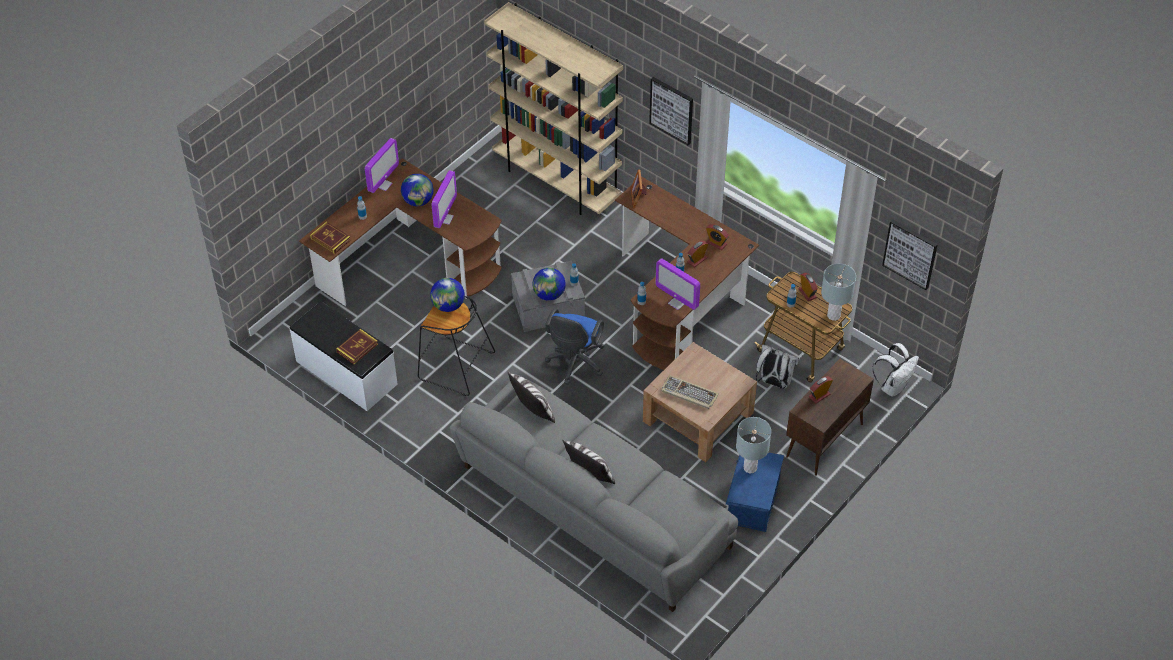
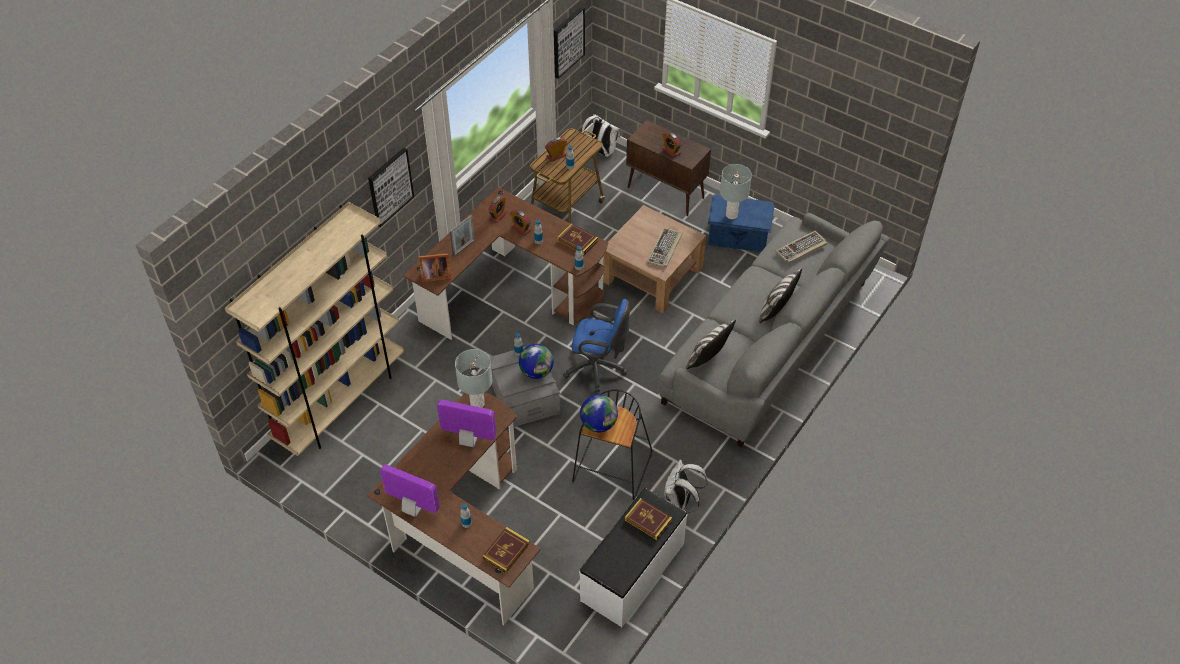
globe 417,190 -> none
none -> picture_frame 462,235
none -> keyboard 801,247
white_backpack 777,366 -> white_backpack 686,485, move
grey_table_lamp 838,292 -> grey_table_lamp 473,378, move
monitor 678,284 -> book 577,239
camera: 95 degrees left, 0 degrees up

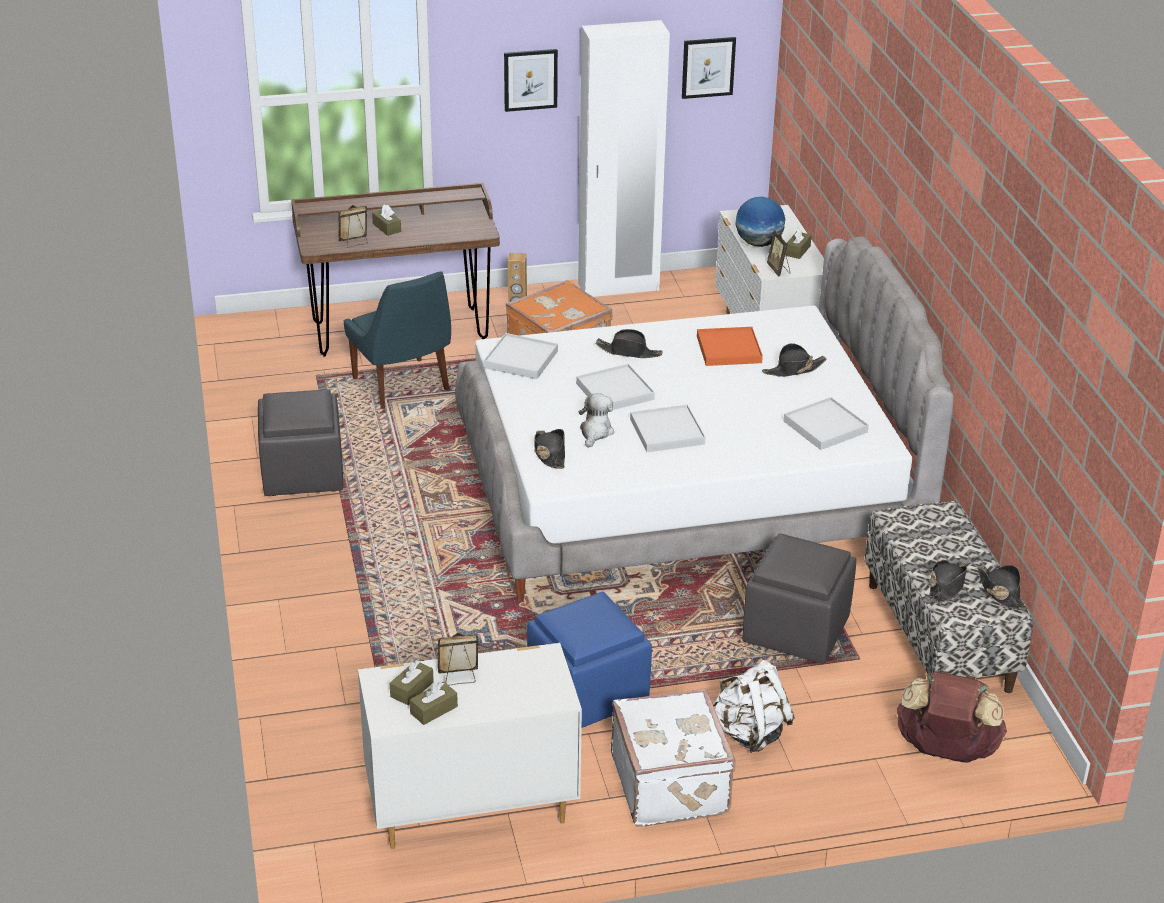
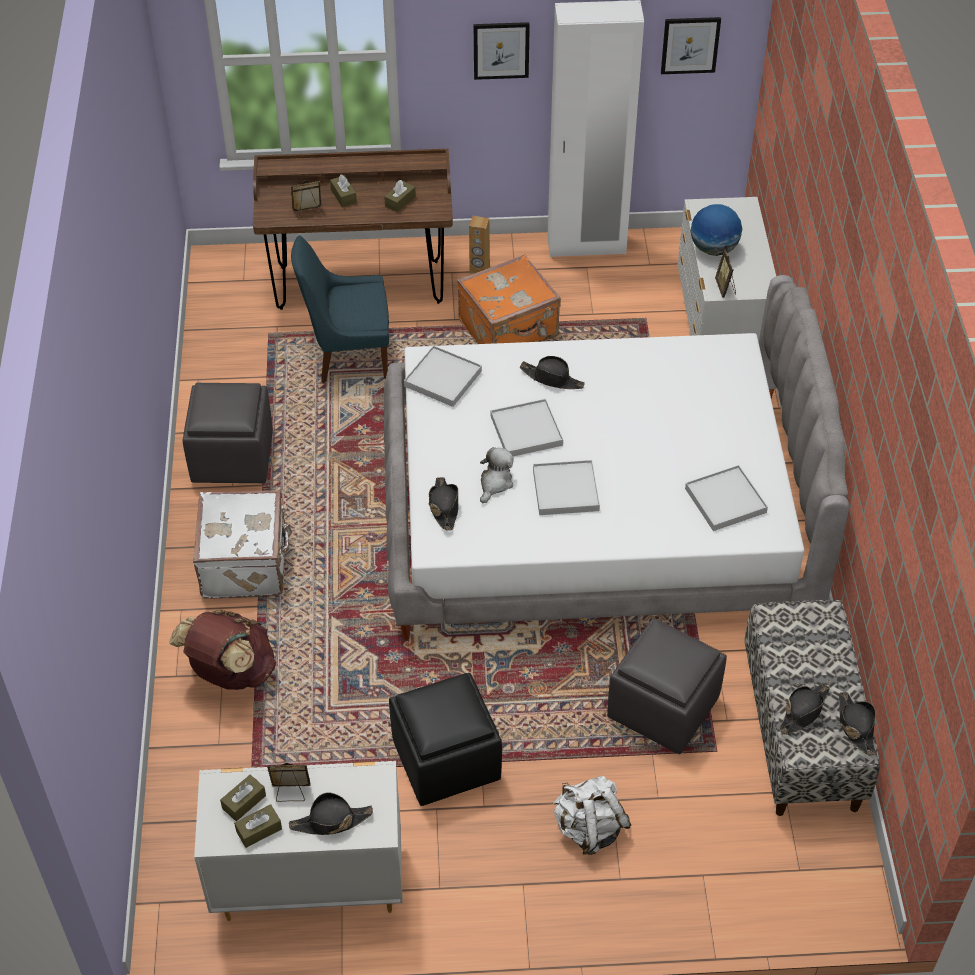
orange_tray 730,346 -> none
white_suitcase 673,758 -> white_suitcase 242,544, move
black_hat 794,360 -> black_hat 331,813, move
brown_tissue_box 798,243 -> brown_tissue_box 400,196, move
brown_backpack 951,716 -> brown_backpack 223,649, move
blue_ottoman 589,659 -> black_ottoman 445,739
blue_chair 397,340 -> blue_chair 340,309, 105 degrees clockwise
camera: 10 degrees right, 15 degrees up

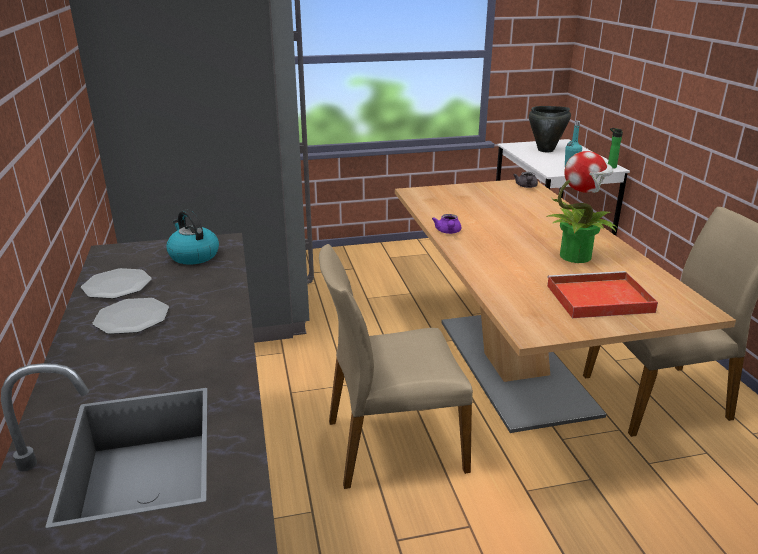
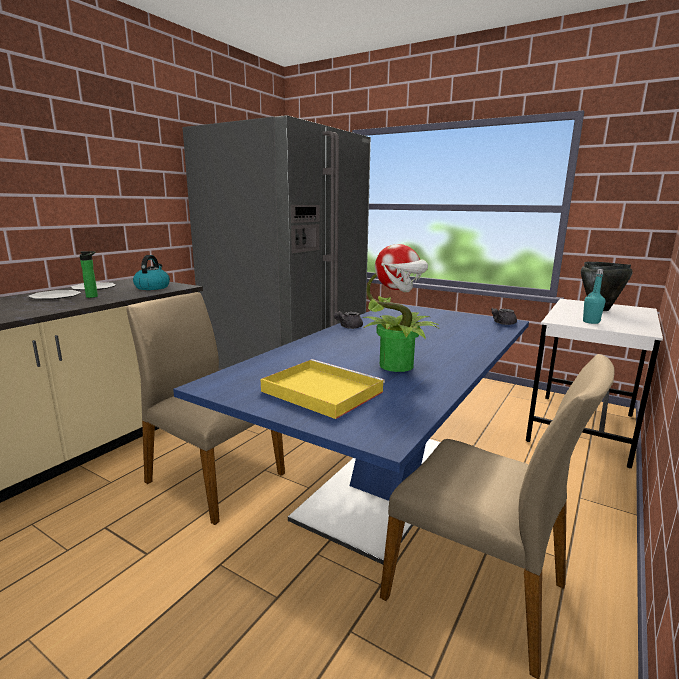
bottle 615,148 -> bottle 89,274, move
beige_dining_table 565,306 -> blue_dining_table 351,434
purple_teapot 446,224 -> grey_teapot 348,320
red_tray 602,294 -> yellow_tray 323,389
camera: 45 degrees right, 10 degrees down

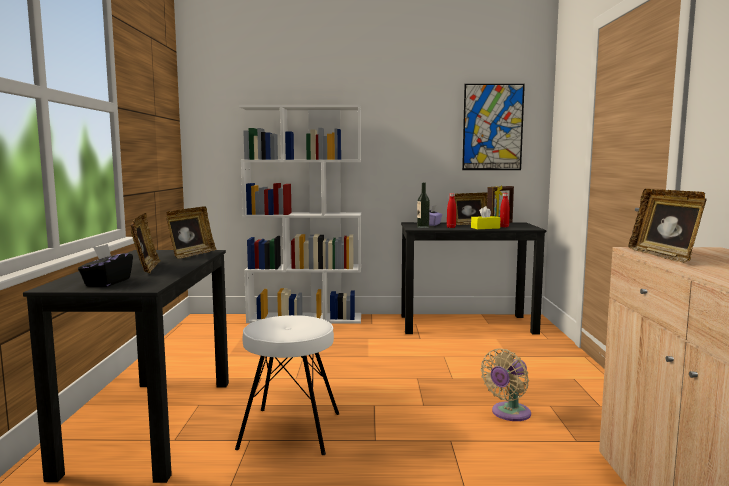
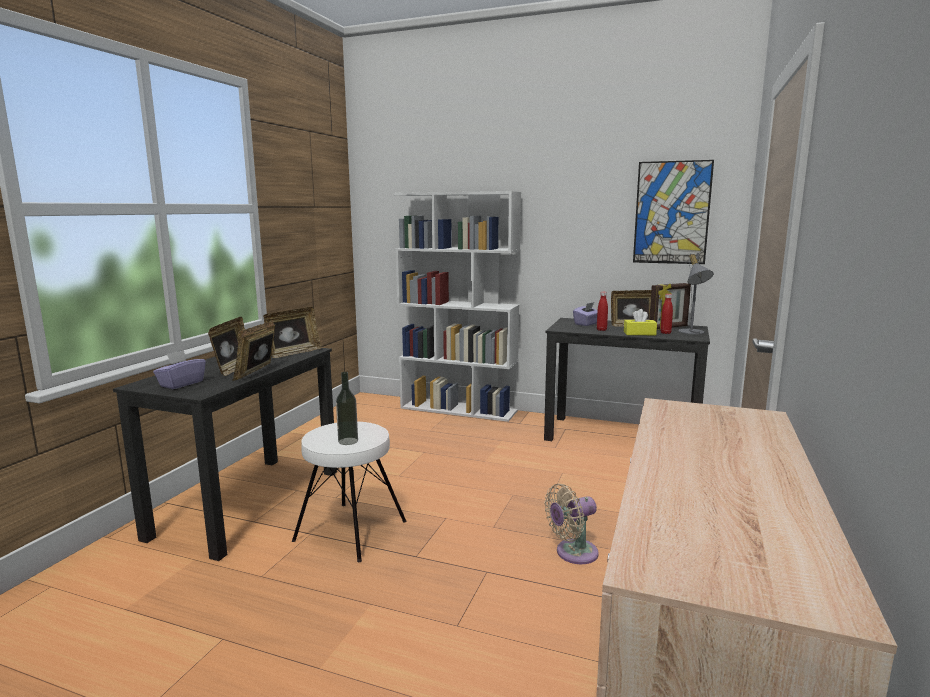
none -> grey_table_lamp 696,293
bottle 423,205 -> bottle 347,408, move
picture_frame 667,226 -> picture_frame 254,350, move
black_tissue_box 105,265 -> purple_tissue_box 179,369
camera: 20 degrees right, 5 degrees up

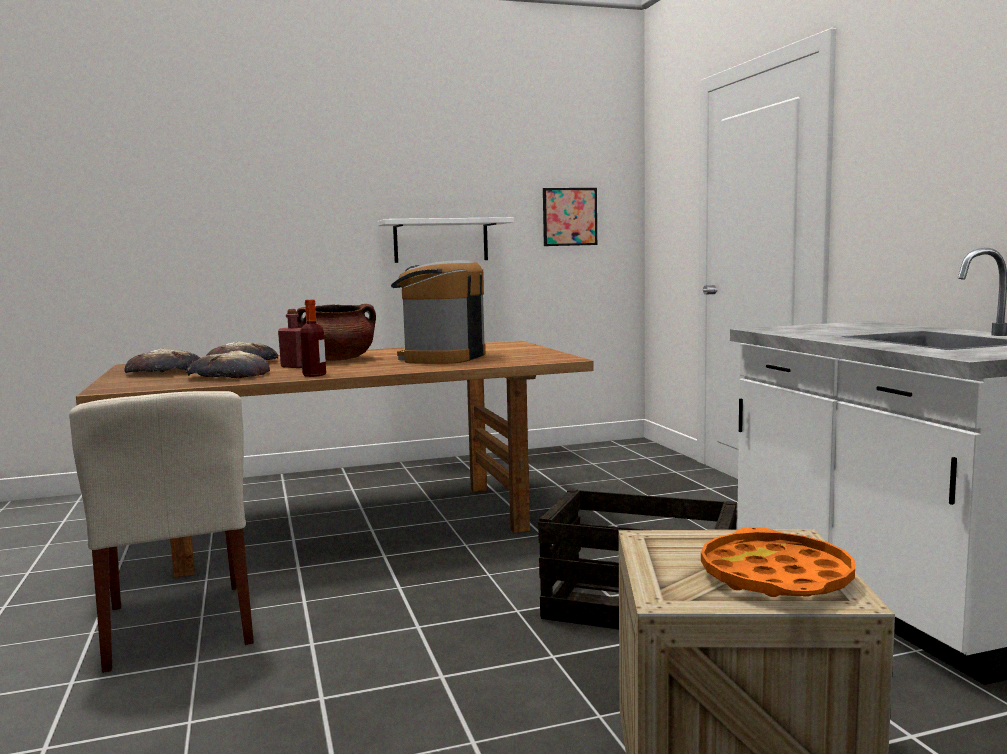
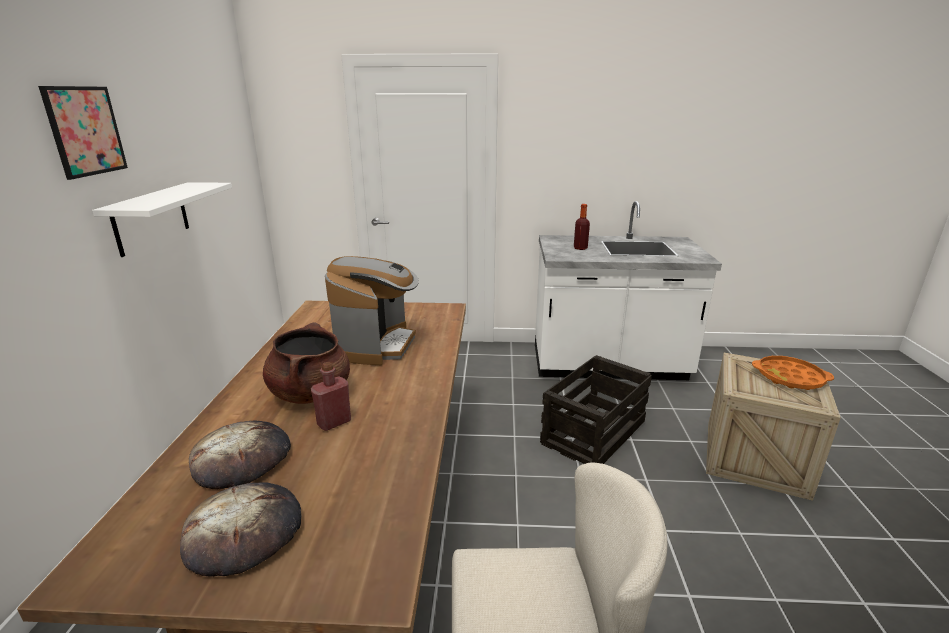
bread 228,364 -> none
bottle 313,338 -> bottle 582,227, move
picture 570,217 -> picture 83,133, move
coffee_machine 438,312 -> coffee_machine 372,310, 120 degrees counterclockwise
camera: 70 degrees left, 15 degrees up

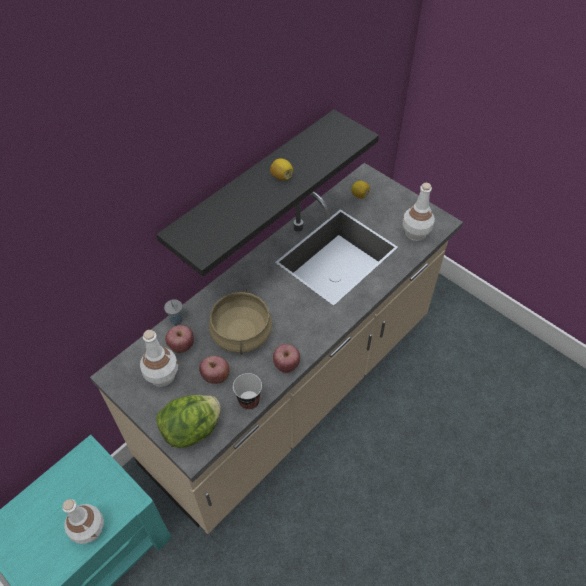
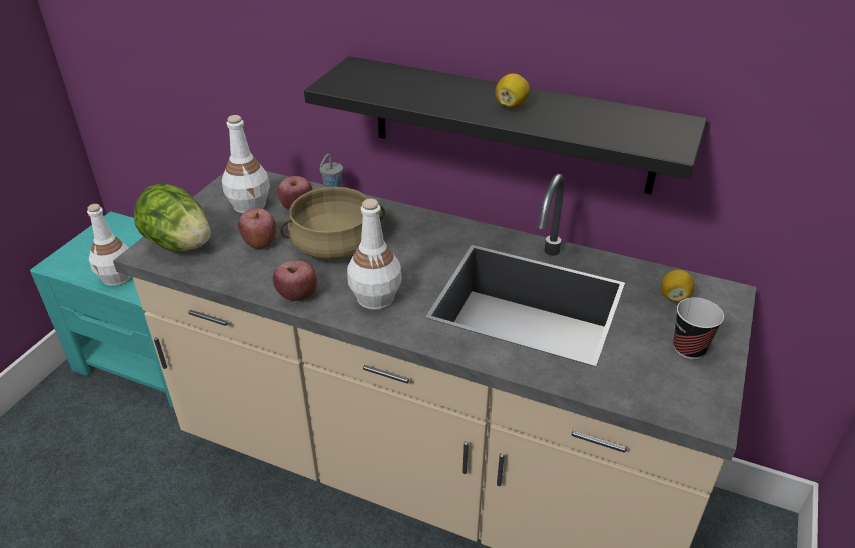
cup 247,391 -> cup 698,328, move
white_bottle 418,212 -> white_bottle 374,254, move
camera: 70 degrees right, 15 degrees down

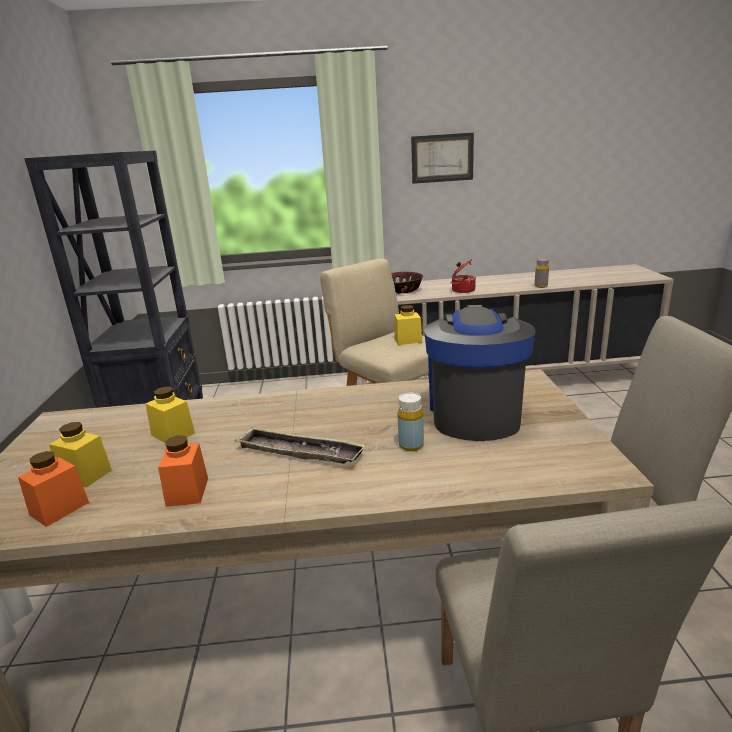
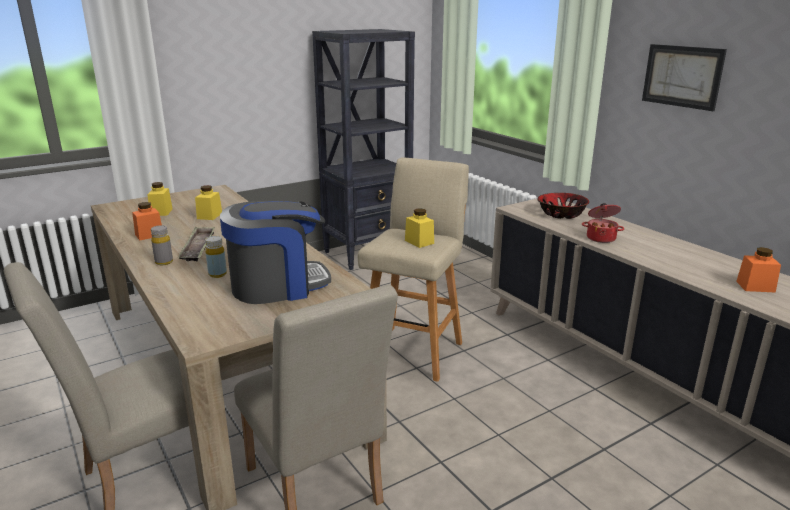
orange_jar 53,489 -> orange_jar 758,270, move
grey_bottle 542,273 -> grey_bottle 162,245, move
camera: 60 degrees right, 0 degrees up

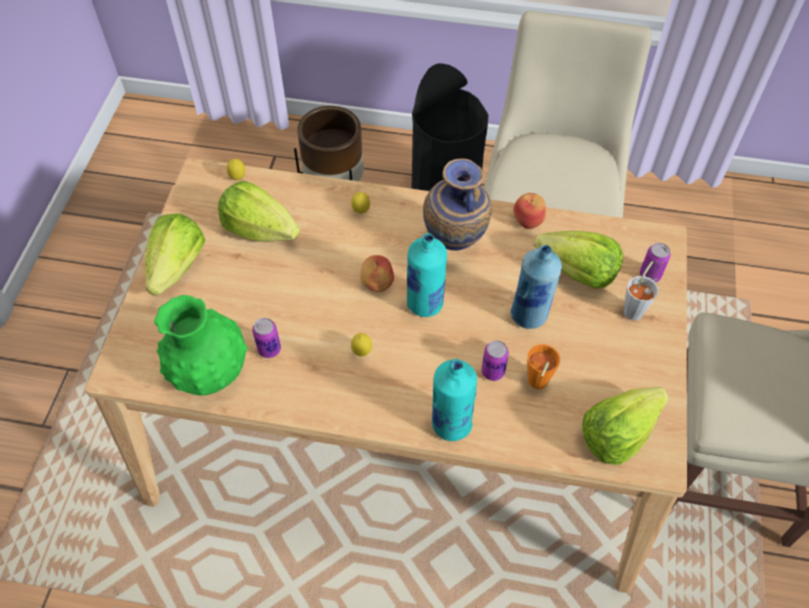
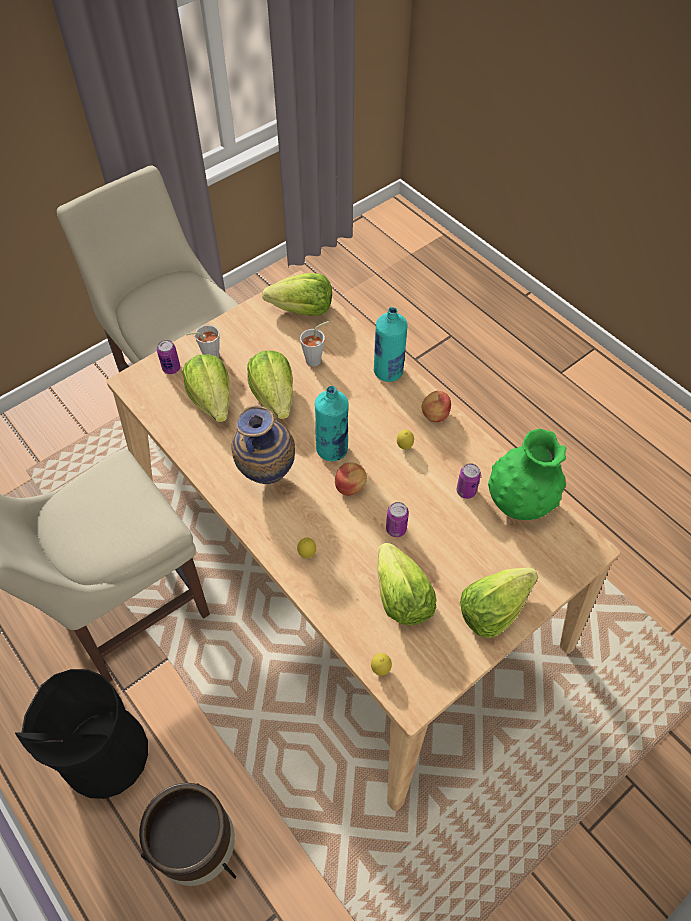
can 495,360 -> can 397,519, move
apple 529,211 -> apple 436,406, move
blue_bottle 536,287 -> lettuce 270,385
orange_cup 543,366 -> grey_cup 314,344
camera: 140 degrees left, 0 degrees up

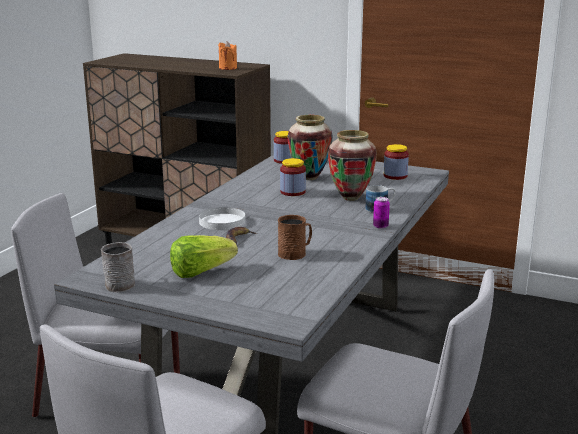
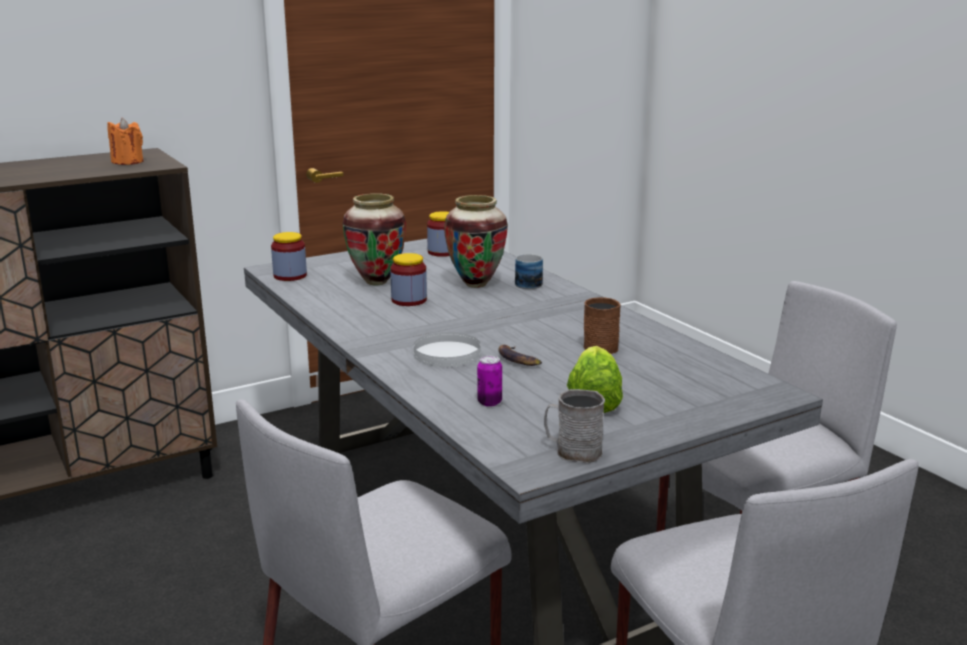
can 381,213 -> can 489,381, move
camera: 55 degrees left, 0 degrees up

